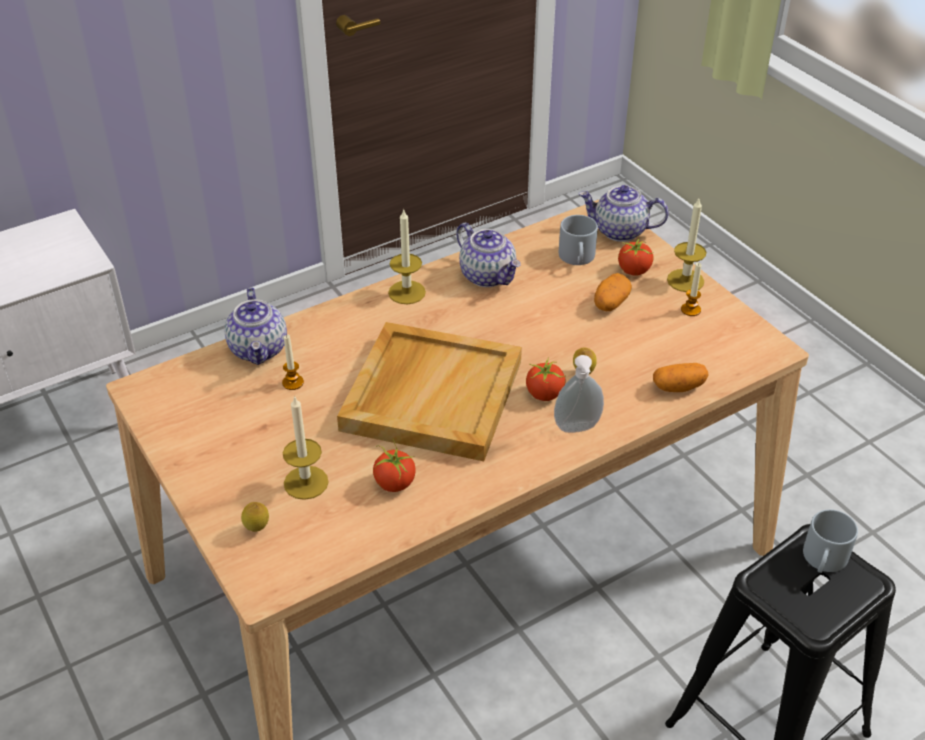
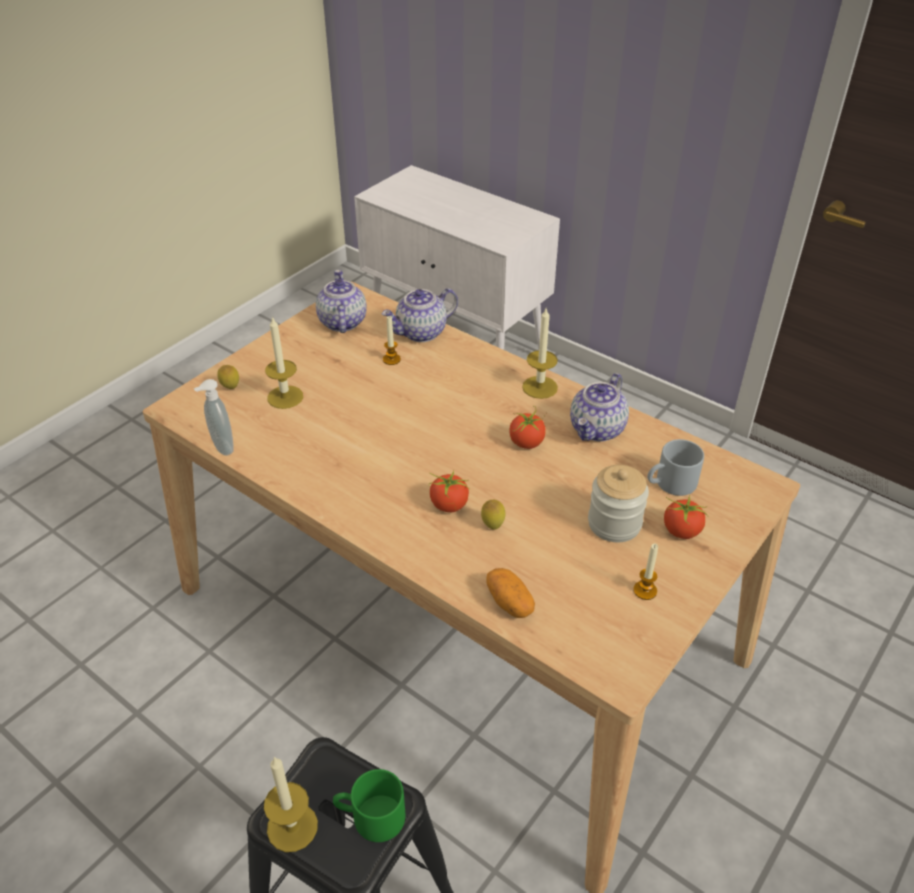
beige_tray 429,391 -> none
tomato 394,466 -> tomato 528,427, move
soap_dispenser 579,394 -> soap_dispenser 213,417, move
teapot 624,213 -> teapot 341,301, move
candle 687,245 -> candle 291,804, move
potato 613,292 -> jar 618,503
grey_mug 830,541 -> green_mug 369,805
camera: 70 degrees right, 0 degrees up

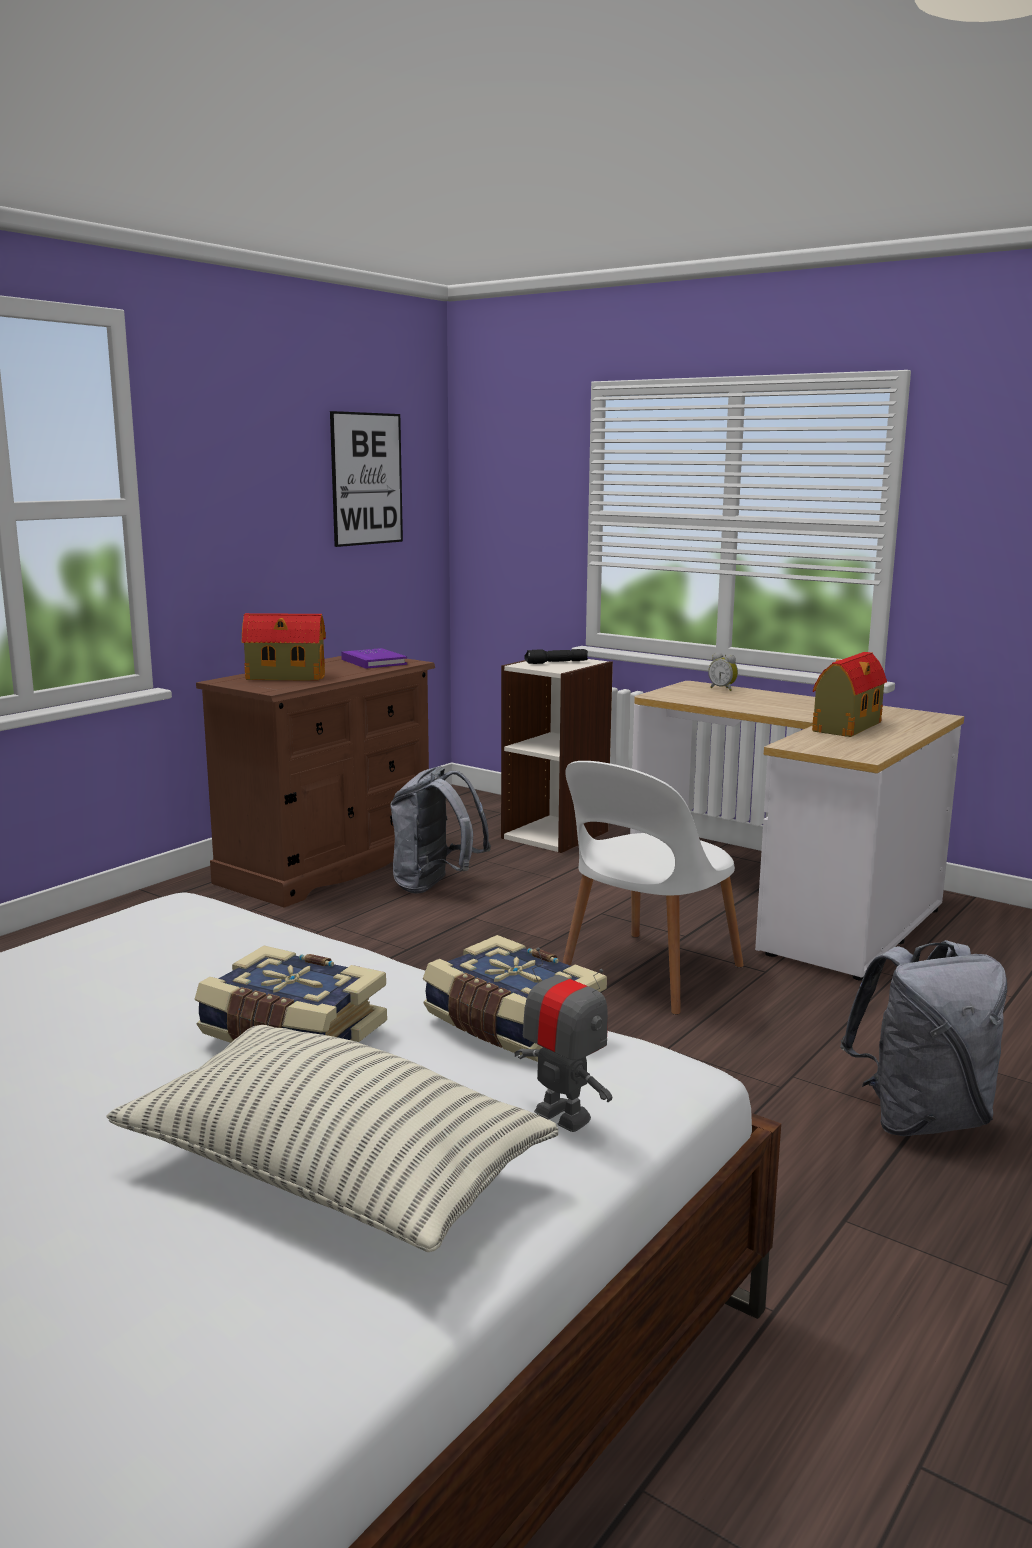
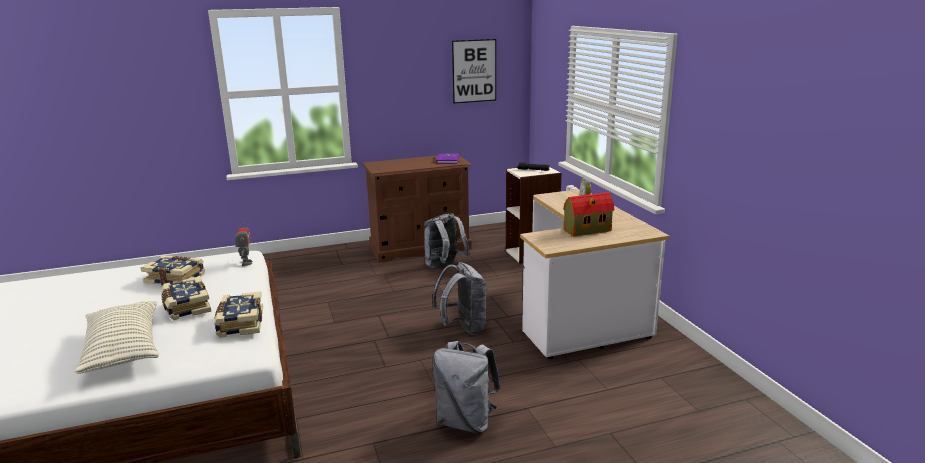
toy_house 284,647 -> none
none -> book 173,270
toy_robot 563,1040 -> toy_robot 244,245, move
white_chair 653,888 -> grey_backpack 460,298
camera: 35 degrees right, 5 degrees up

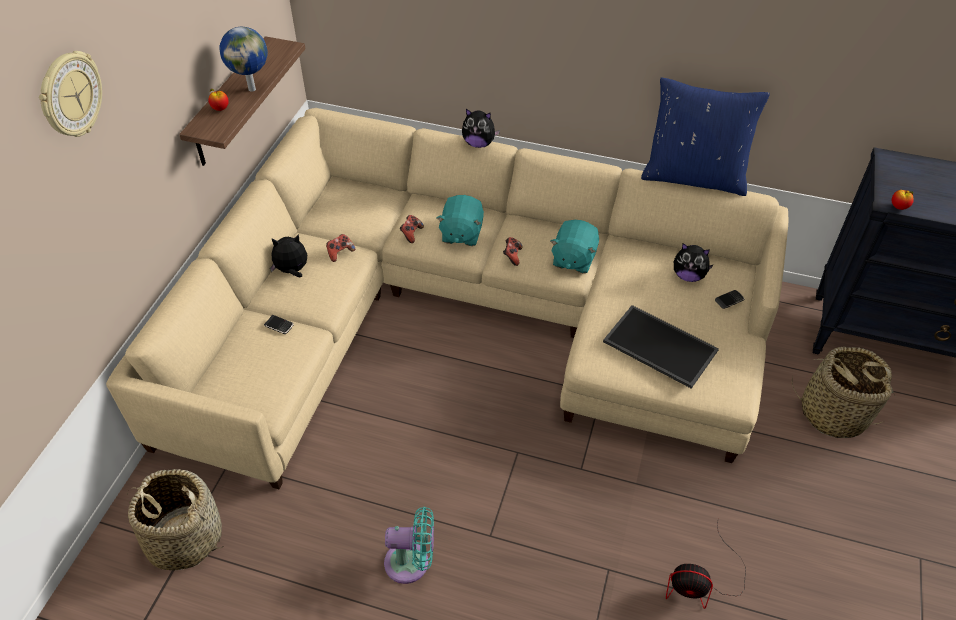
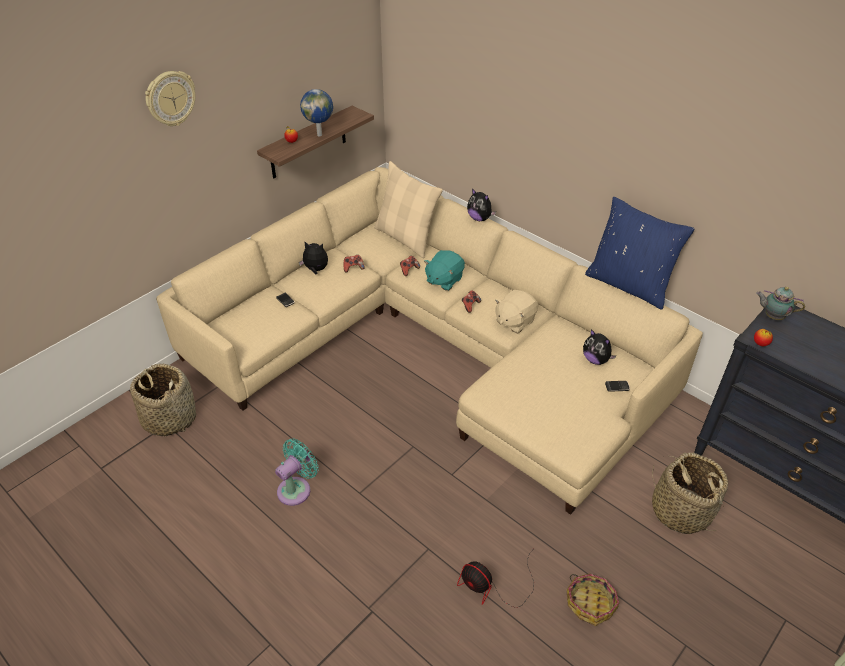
tray 661,347 -> none
none -> beige_pillow 408,209
none -> basket 592,599
none -> teapot 780,303
turquoise_plush_toy 574,246 -> beige_plush_toy 516,311
turquoise_fan 409,545 -> turquoise_fan 296,472, 75 degrees counterclockwise
camera: 25 degrees right, 5 degrees down

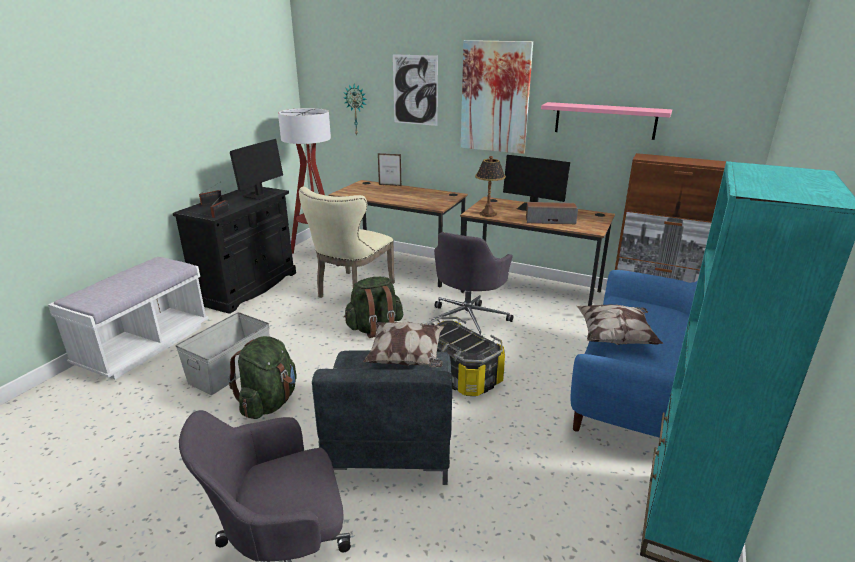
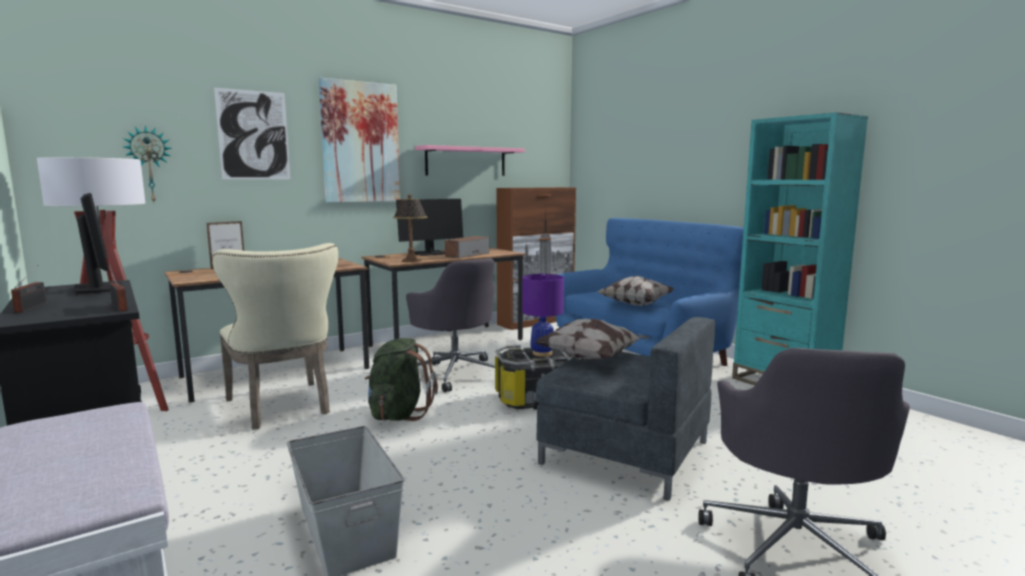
green_backpack 262,377 -> none
none -> purple_table_lamp 543,315
camera: 60 degrees left, 15 degrees down

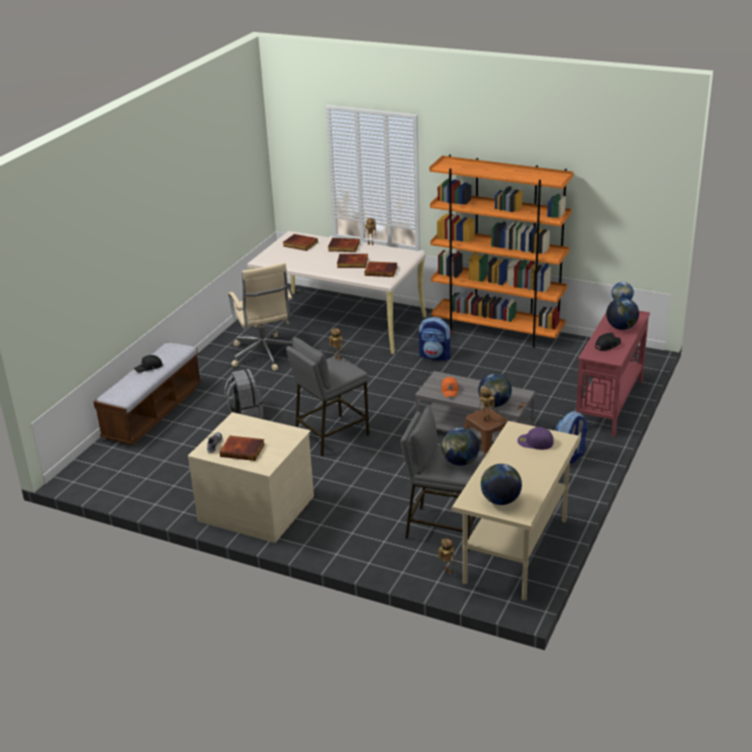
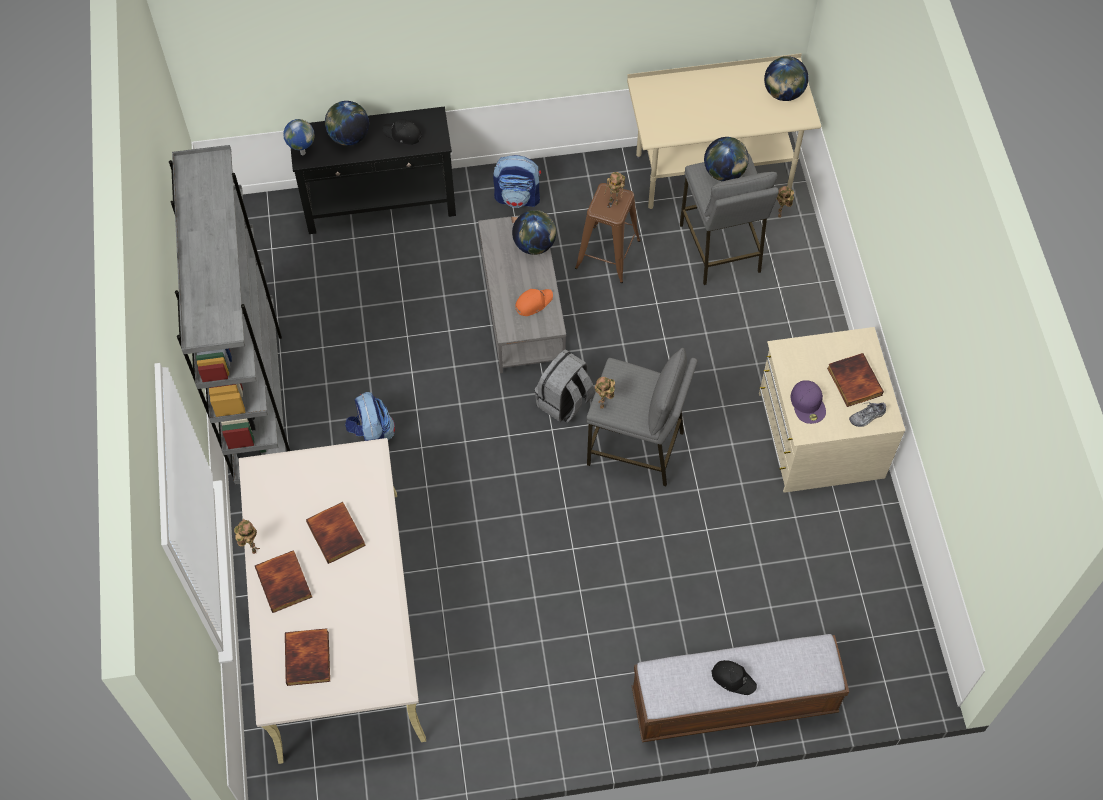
beige_office_chair 260,317 -> none
book 381,269 -> none
grey_backpack 243,394 -> grey_backpack 564,385, move
purple_cap 535,438 -> purple_cap 808,402, move
orange_bookcase 501,251 -> grey_bookcase 229,315
red_console_table 613,374 -> black_console_table 373,170
camera: 125 degrees left, 30 degrees up

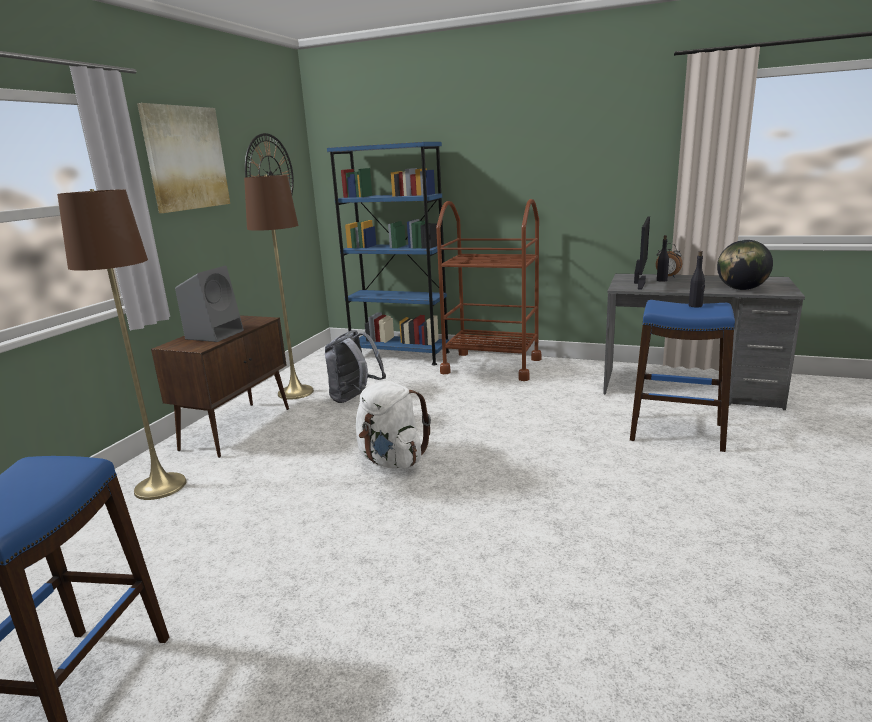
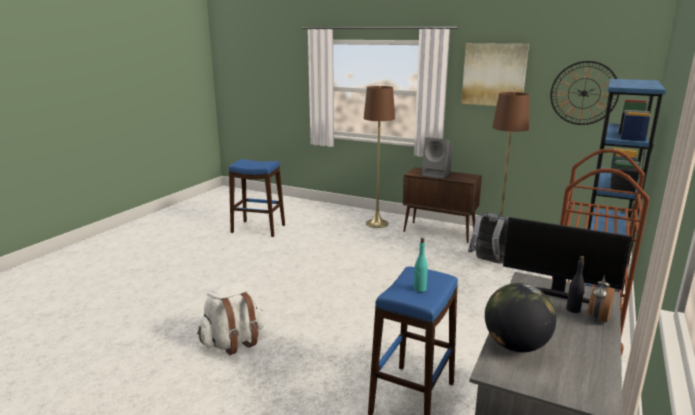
white_backpack 393,424 -> white_backpack 231,318, move
black_bottle 697,279 -> turquoise_bottle 421,265
camera: 95 degrees right, 0 degrees up

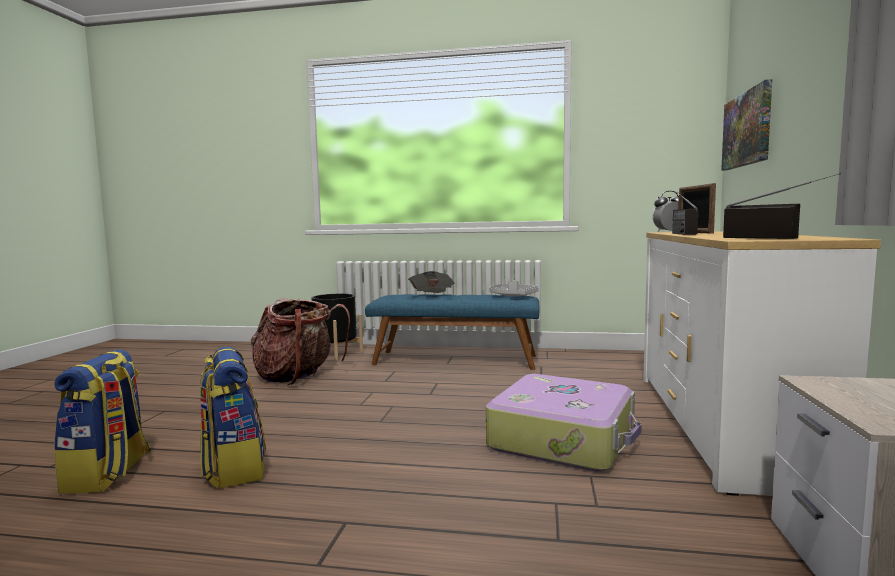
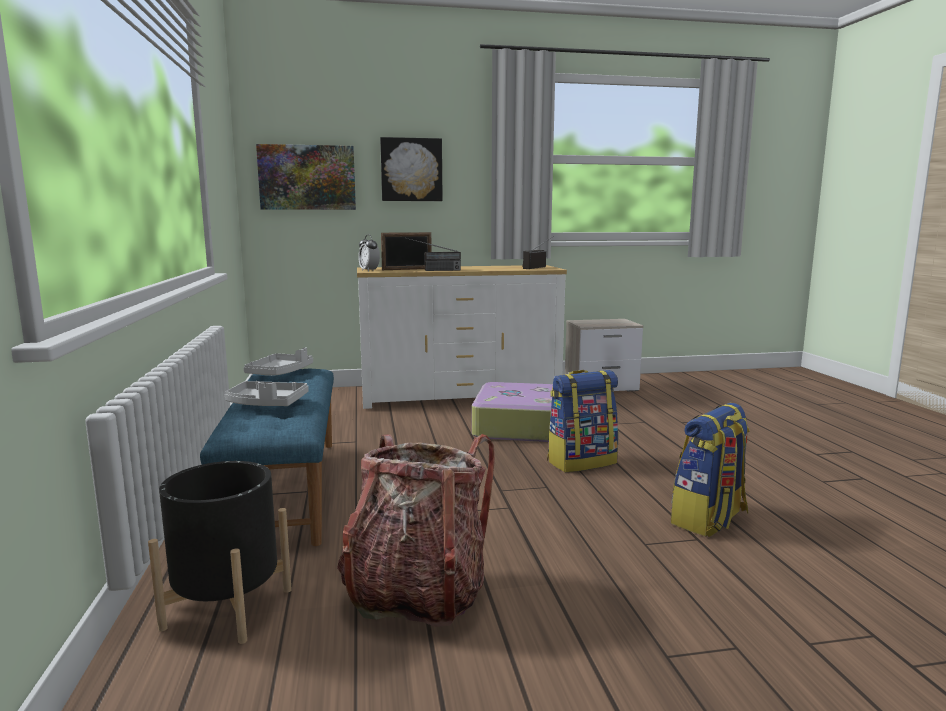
none -> picture 411,169
backpack 102,421 -> backpack 583,421, move
newspaper 431,282 -> grey_tray 266,393
camera: 110 degrees left, 5 degrees up

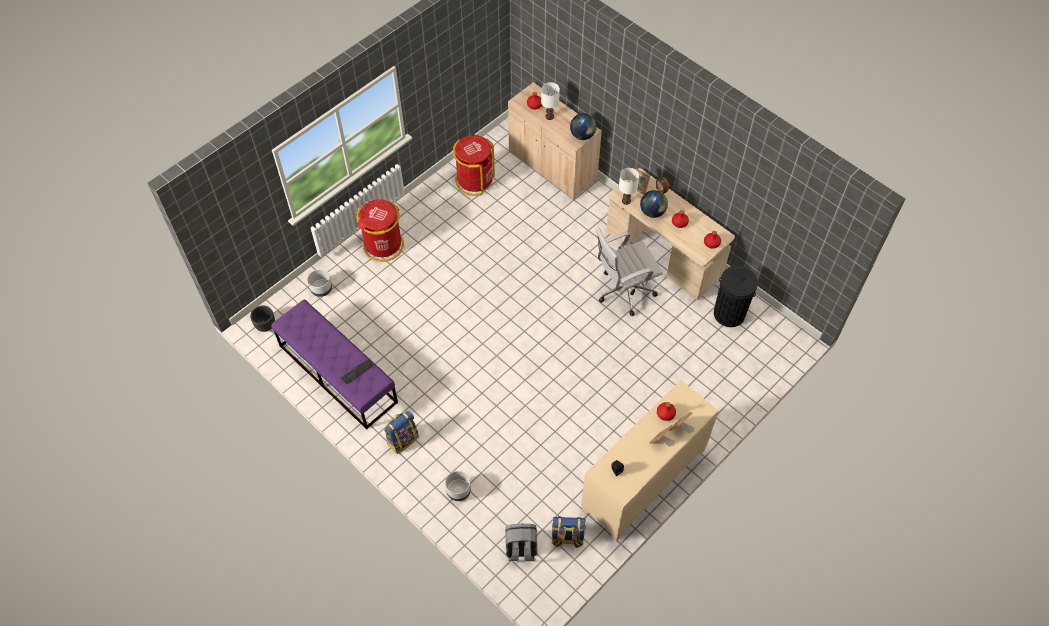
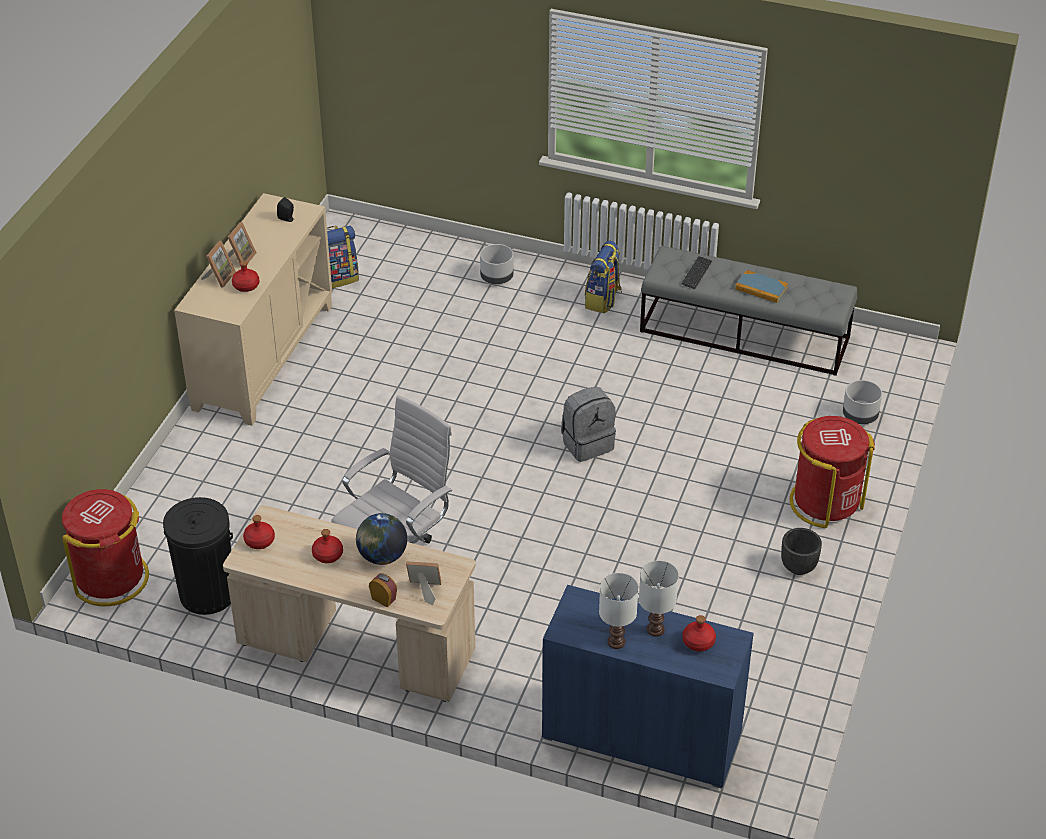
globe 583,126 -> none
none -> book 761,286
black_planter 262,318 -> black_planter 801,551, move
red_trash_can 474,165 -> red_trash_can 105,548, move
grey_backpack 521,542 -> grey_backpack 588,424, move
white_table_lamp 629,186 -> white_table_lamp 618,611, move
purple_bench 334,364 -> grey_bench 748,311
beige_cabinet 555,140 -> blue_cabinet 648,687
camera: 155 degrees right, 15 degrees down

